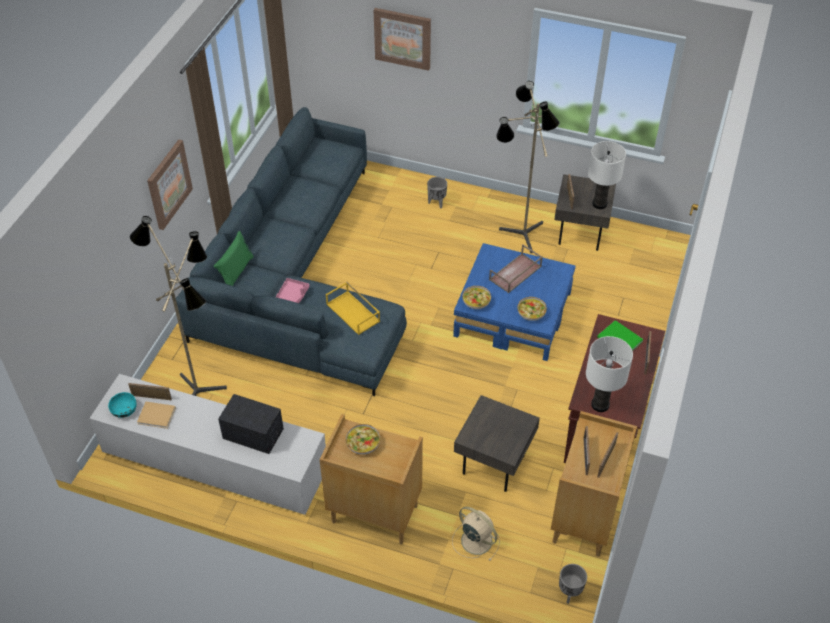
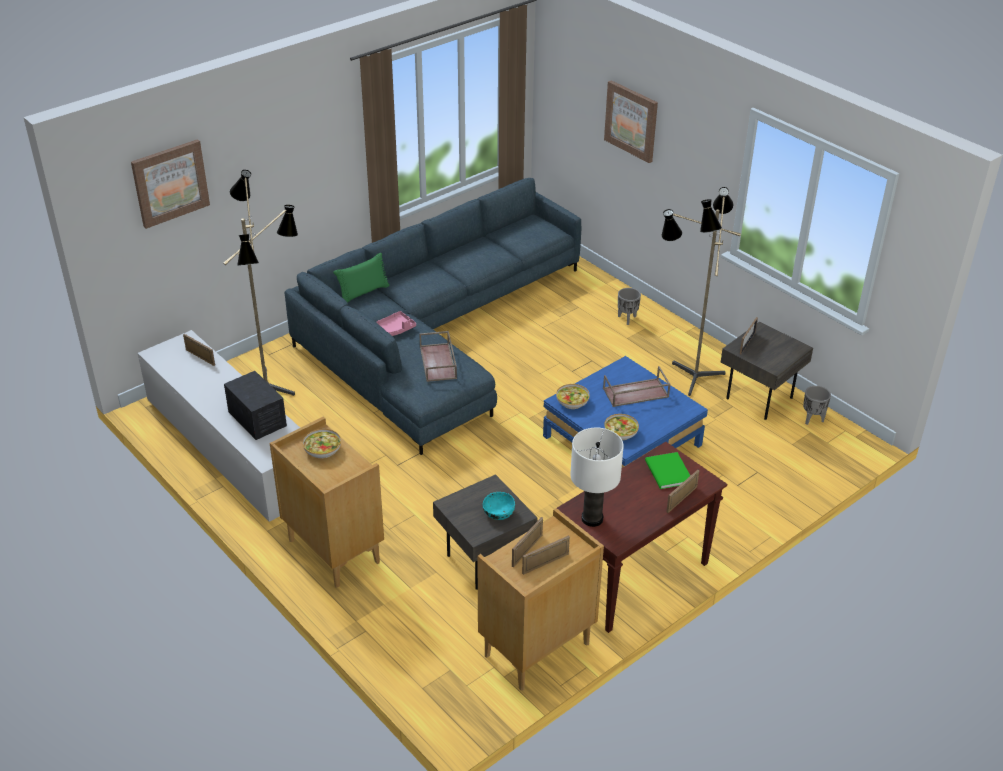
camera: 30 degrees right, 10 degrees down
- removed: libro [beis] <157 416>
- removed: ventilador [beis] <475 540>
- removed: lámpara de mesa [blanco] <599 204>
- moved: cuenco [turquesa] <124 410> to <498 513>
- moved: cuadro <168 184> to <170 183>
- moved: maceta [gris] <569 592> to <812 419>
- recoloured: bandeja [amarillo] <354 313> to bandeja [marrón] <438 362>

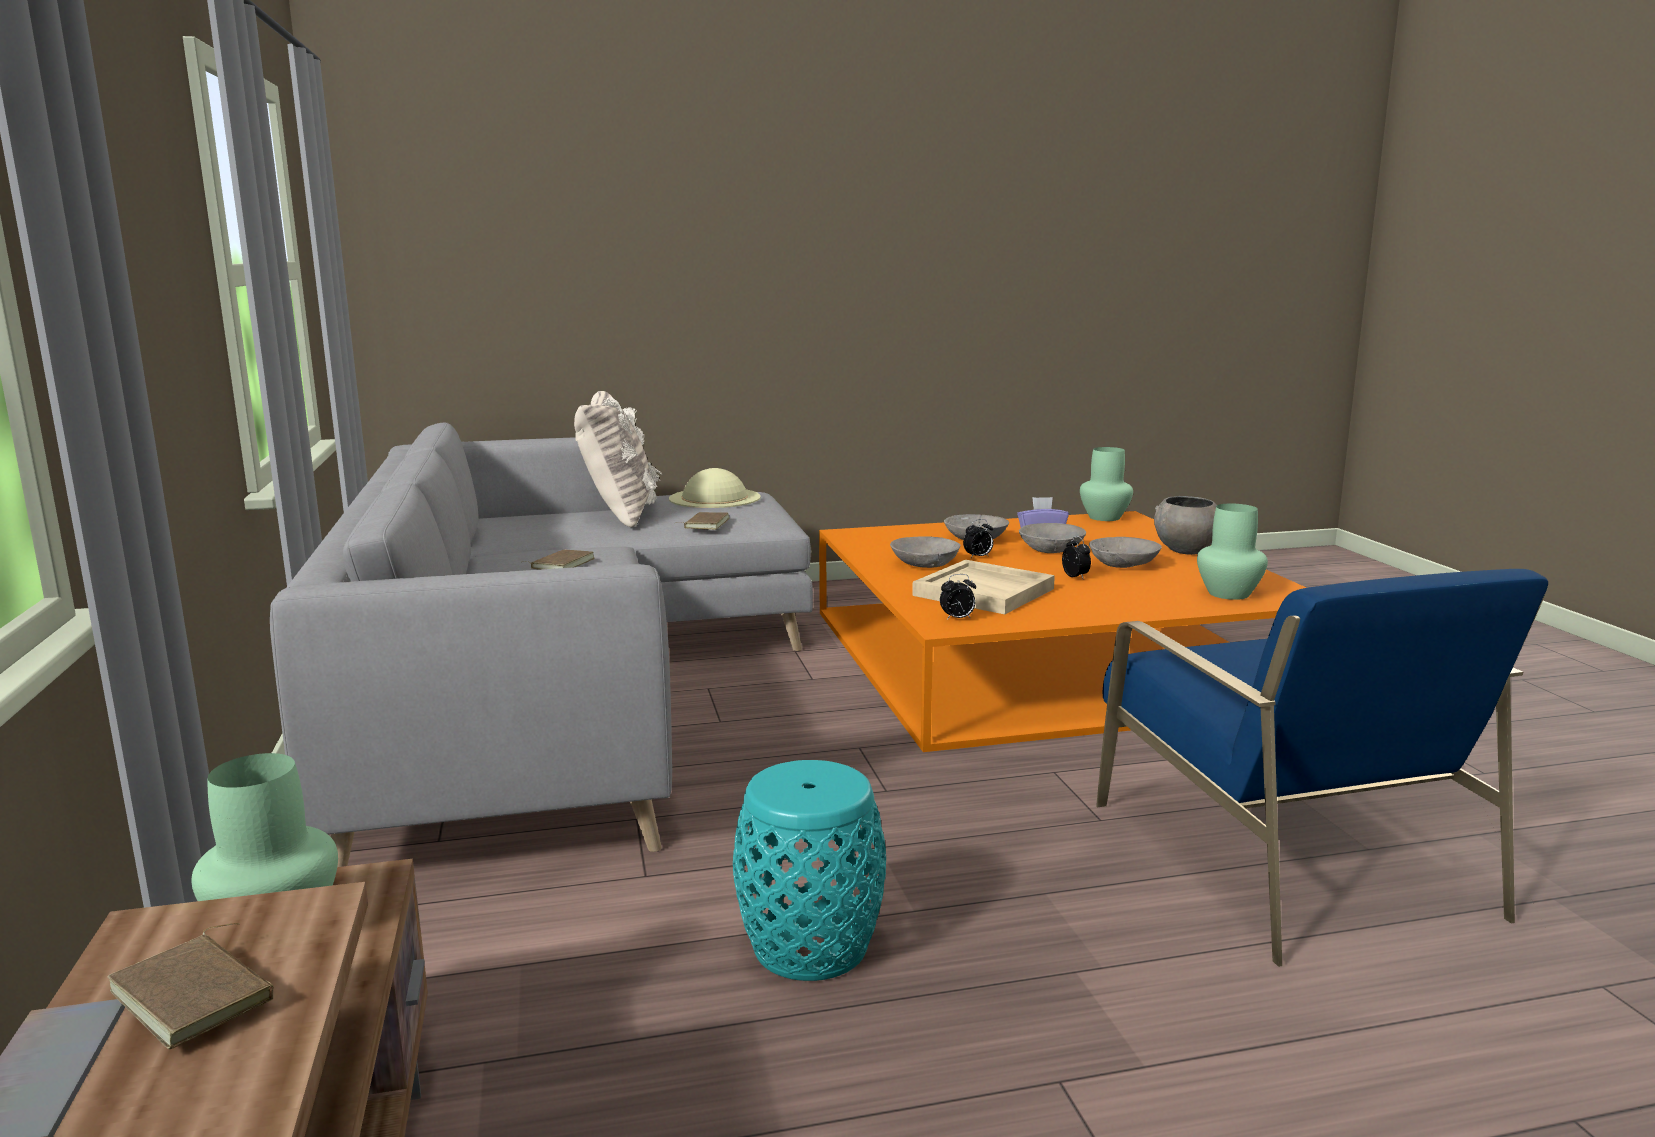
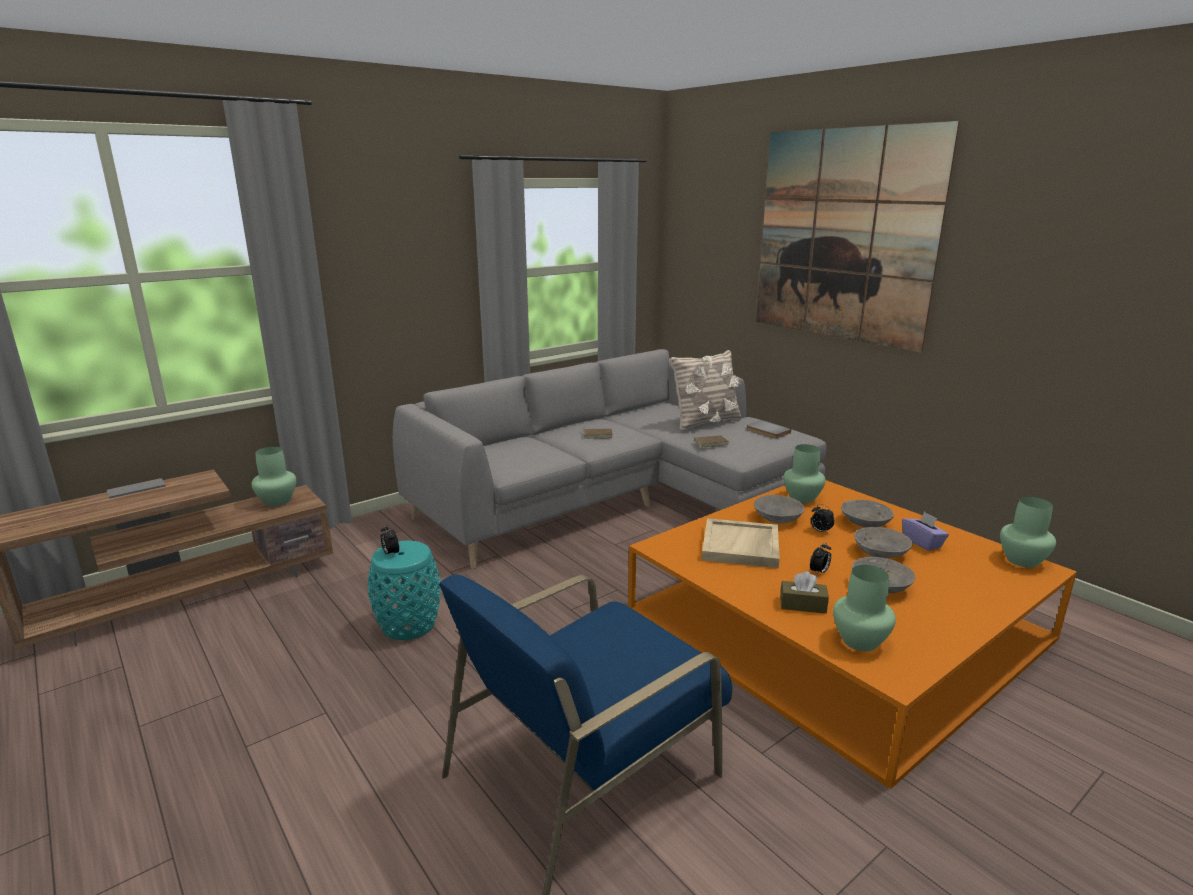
camera: 65 degrees right, 5 degrees up
- removed: libro [marrón] <198 994>
- removed: cuenco [gris] <1185 550>
- added: cuadro <843 236>
- added: caja de pañuelos [marrón] <802 605>
- added: florero [verde] <801 498>
- moved: despertador <957 619> to <390 553>
- replaced: sombrero [beis] <715 498> to libro [gris] <767 431>

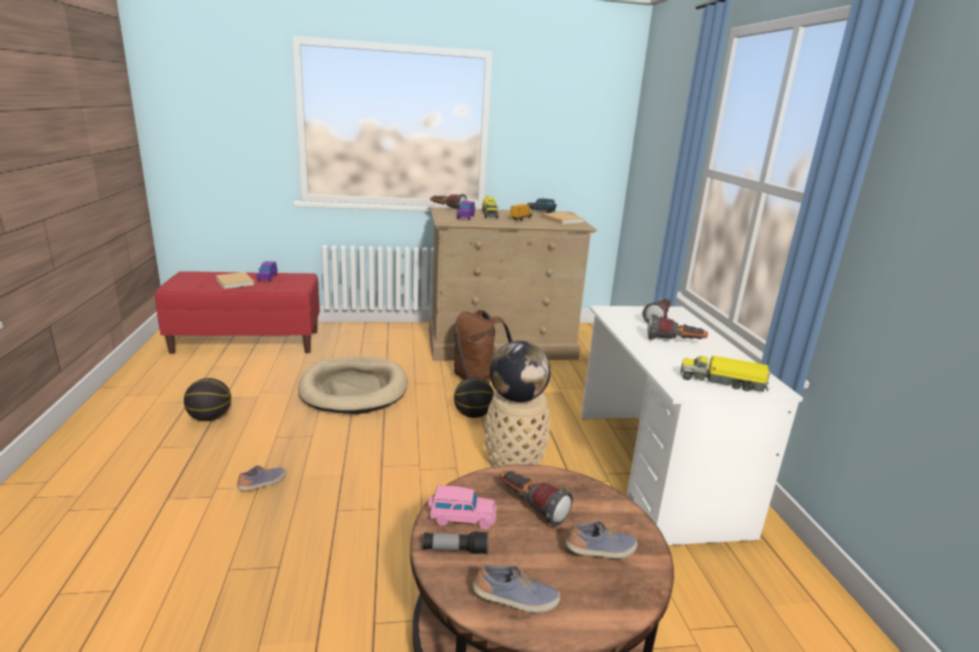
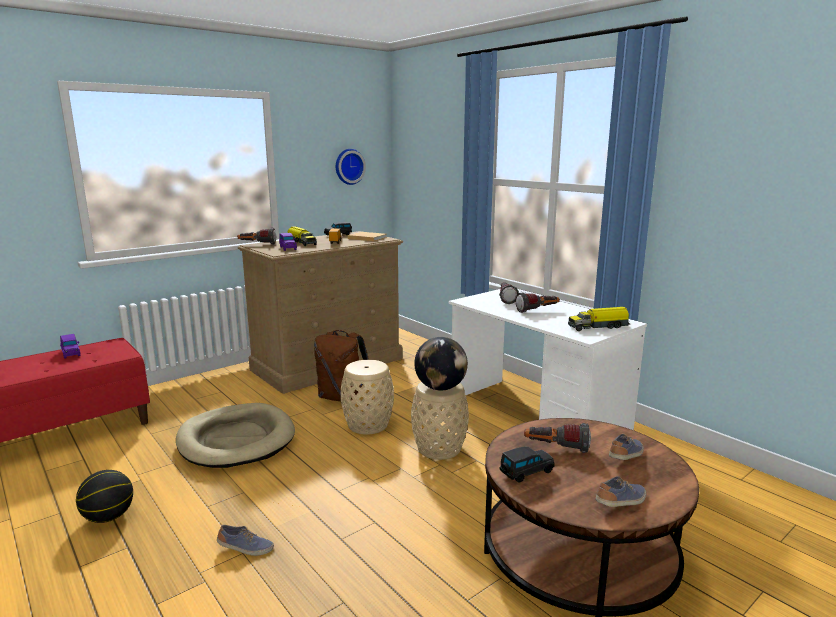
camera: 30 degrees left, 5 degrees down
- removed: libro [beis] <235 282>
- removed: linterna <455 550>
- added: reloj de pared <348 166>
- replaced: balón de baloncesto <473 415> to taburete [beis] <367 425>
- recoloured: coche de juguete [rosa] <461 518> to coche de juguete [negro] <526 472>
- turned: zapato <263 484> = <245 549> 90 degrees clockwise

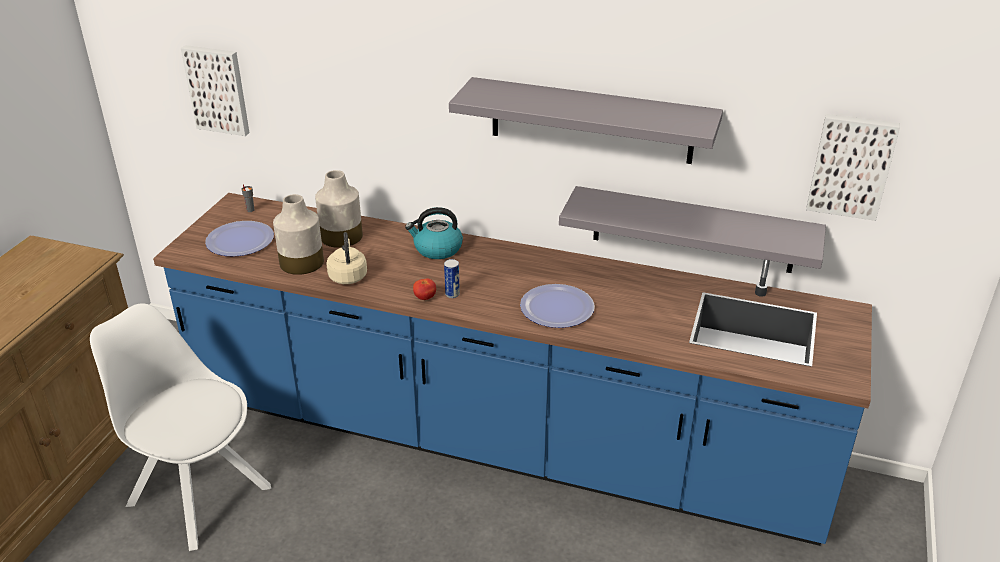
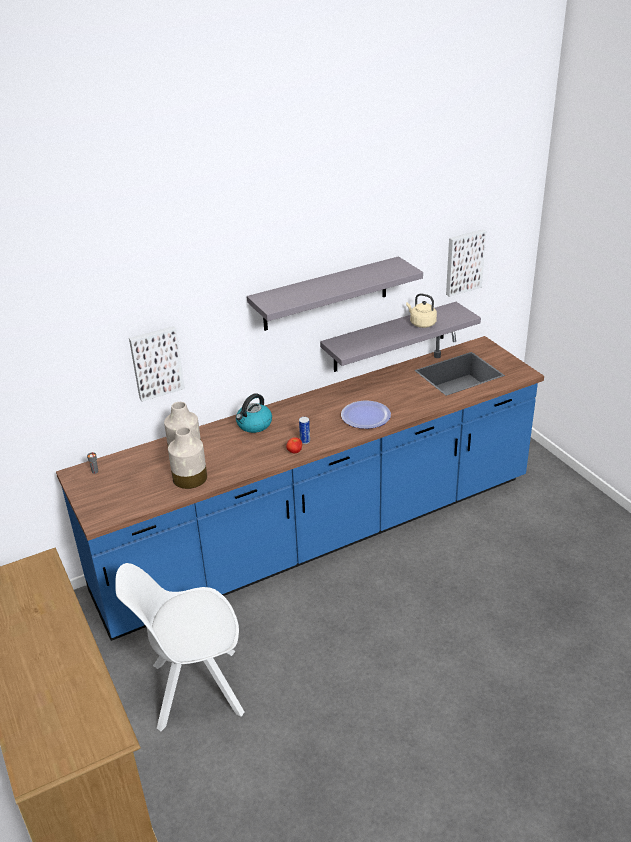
camera: 45 degrees left, 0 degrees up
- removed: plato <240 240>
- moved: cuadro <218 89> to <156 362>
- moved: hervidor [beis] <348 276> to <421 323>

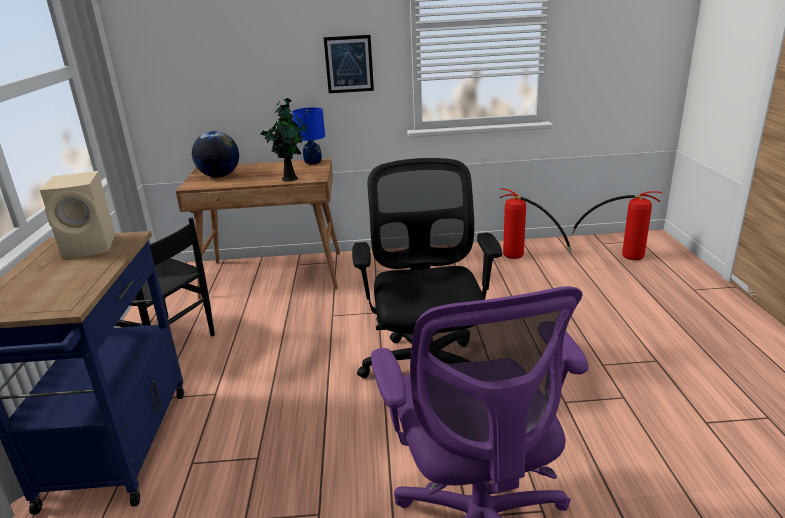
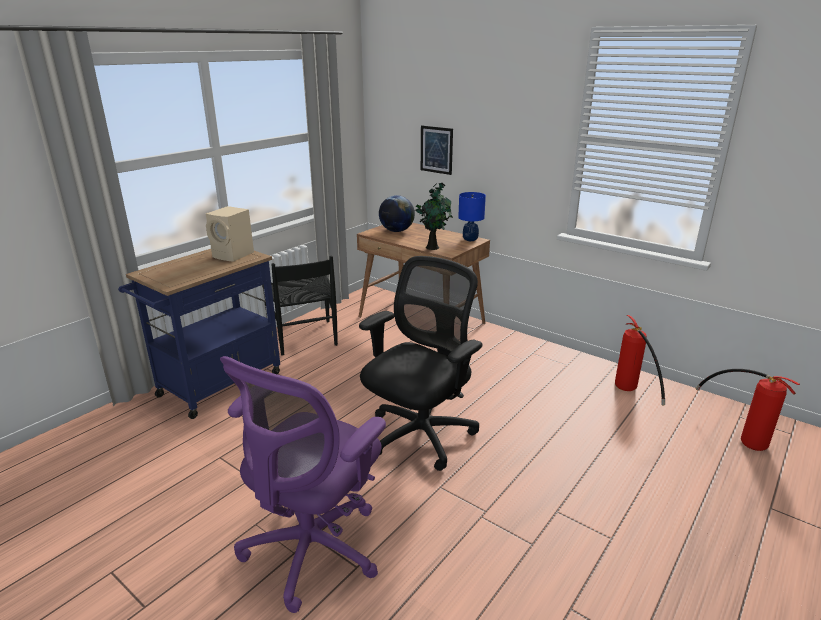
camera: 40 degrees right, 0 degrees up
- moved: cuadro <349 64> to <436 150>

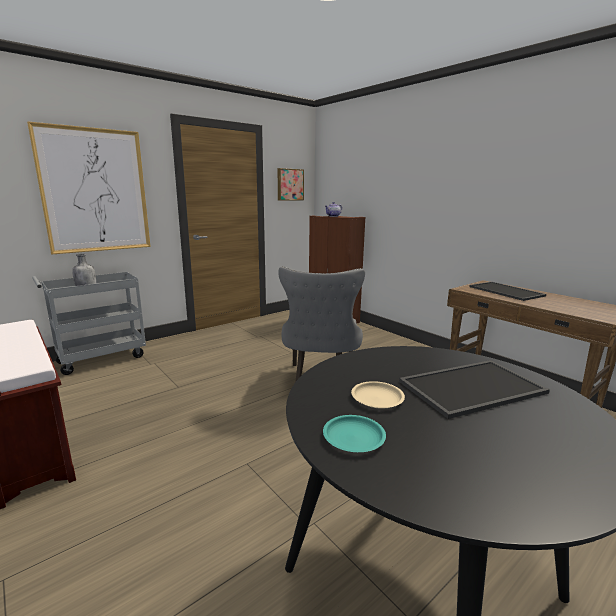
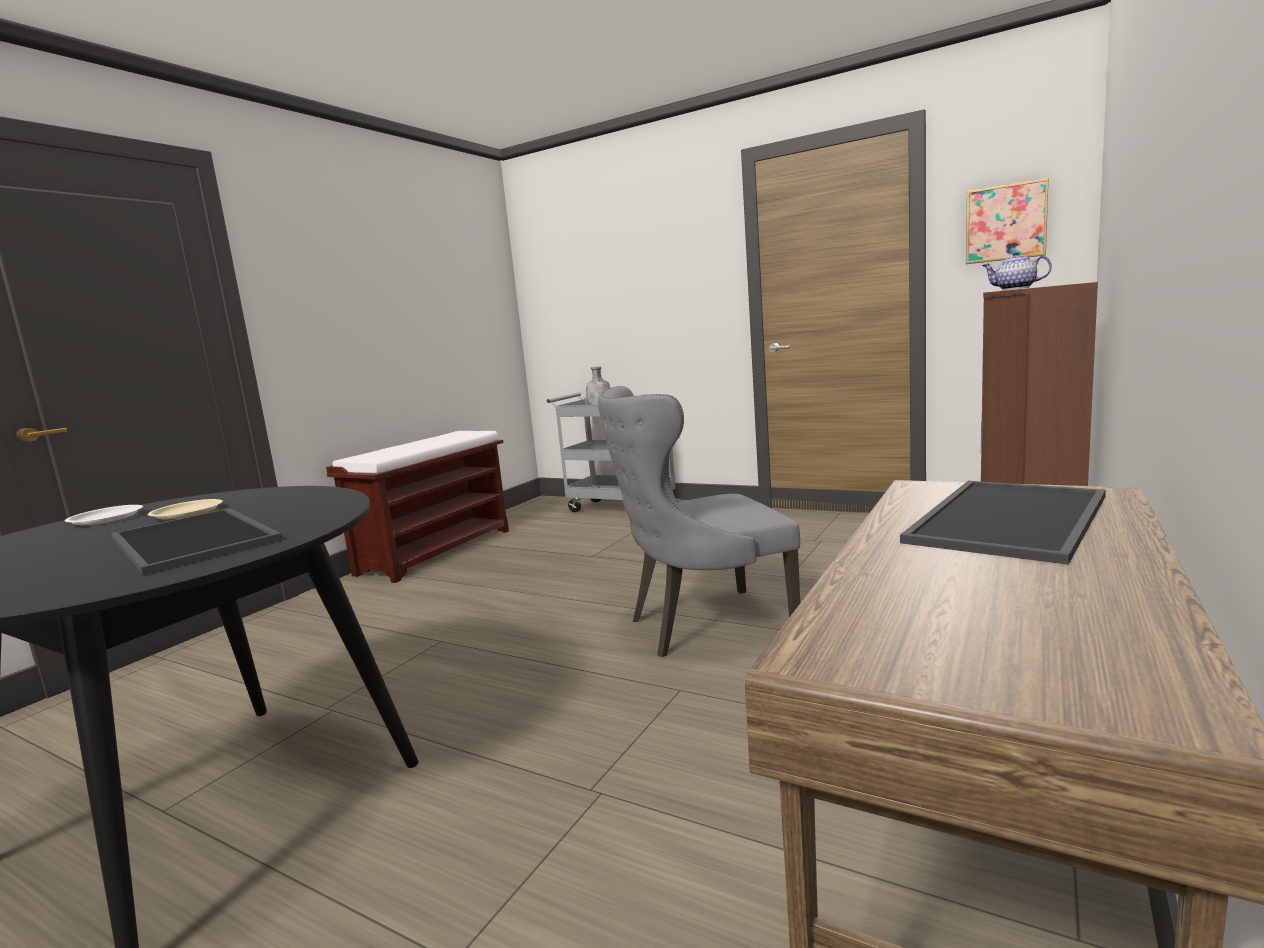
camera: 70 degrees right, 5 degrees down
- removed: cuadro <95 191>
- recoloured: plato [turquesa] <354 437> to plato [blanco] <106 519>

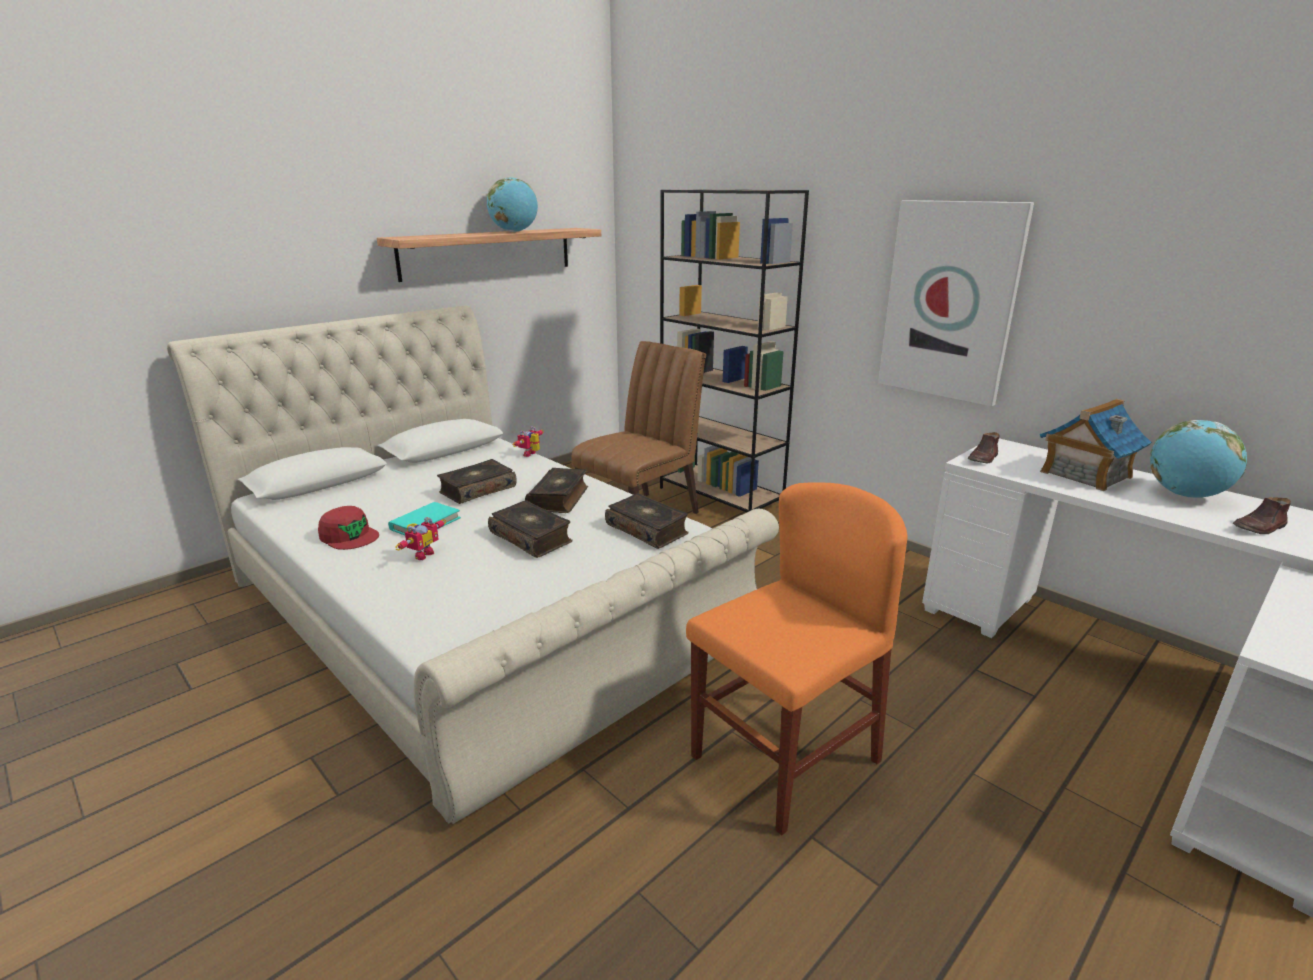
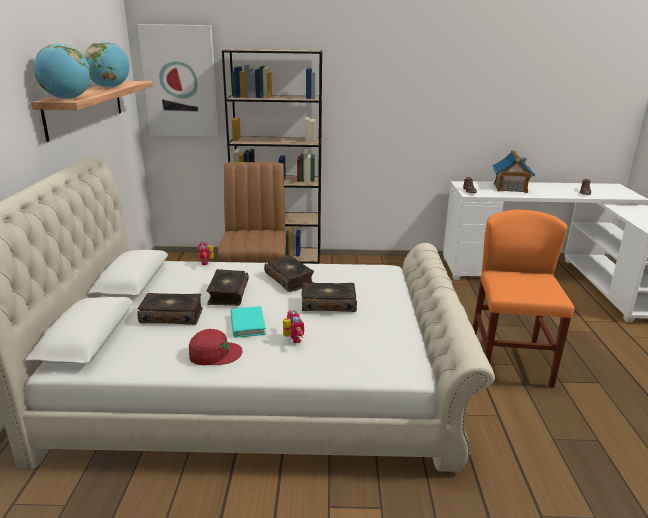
camera: 45 degrees left, 0 degrees up
- moved: libro <647 529> to <172 315>
- moved: cuadro <950 301> to <180 82>
- moved: globo terráqueo <1185 495> to <67 99>

